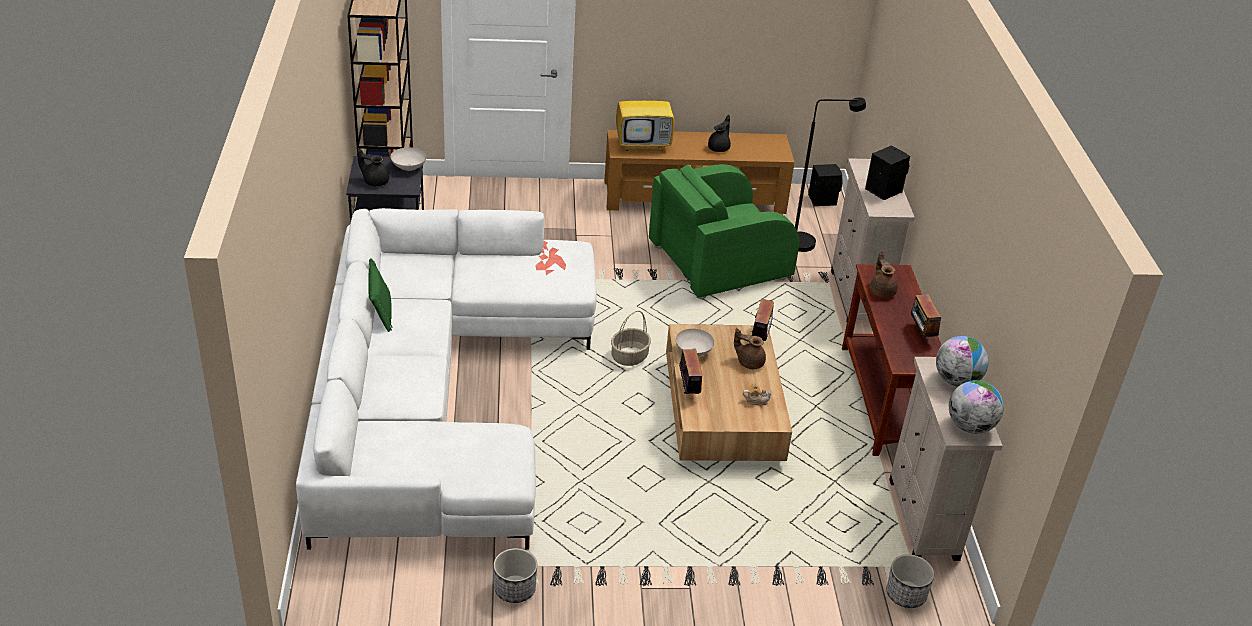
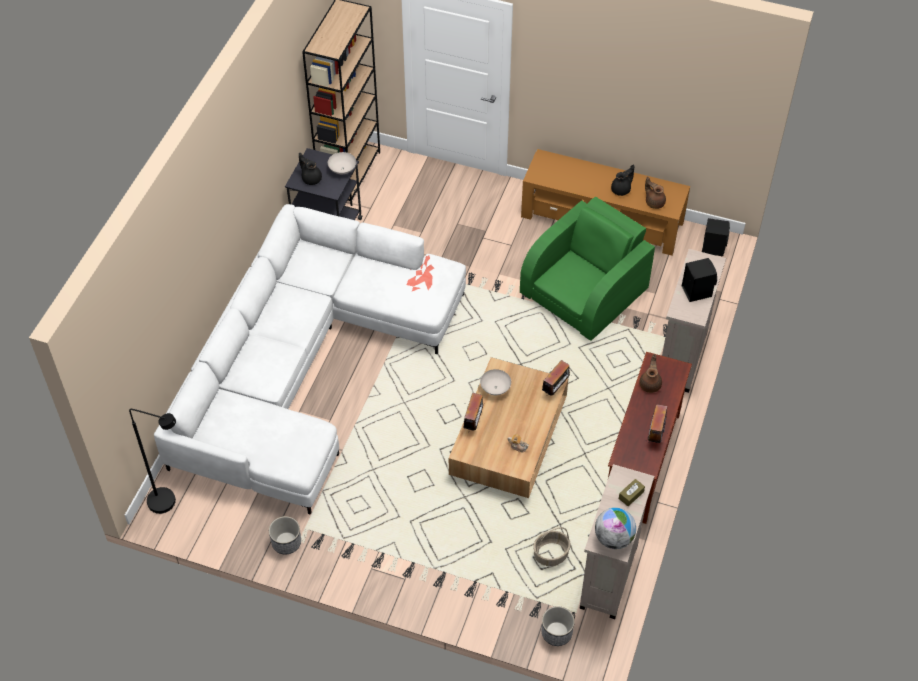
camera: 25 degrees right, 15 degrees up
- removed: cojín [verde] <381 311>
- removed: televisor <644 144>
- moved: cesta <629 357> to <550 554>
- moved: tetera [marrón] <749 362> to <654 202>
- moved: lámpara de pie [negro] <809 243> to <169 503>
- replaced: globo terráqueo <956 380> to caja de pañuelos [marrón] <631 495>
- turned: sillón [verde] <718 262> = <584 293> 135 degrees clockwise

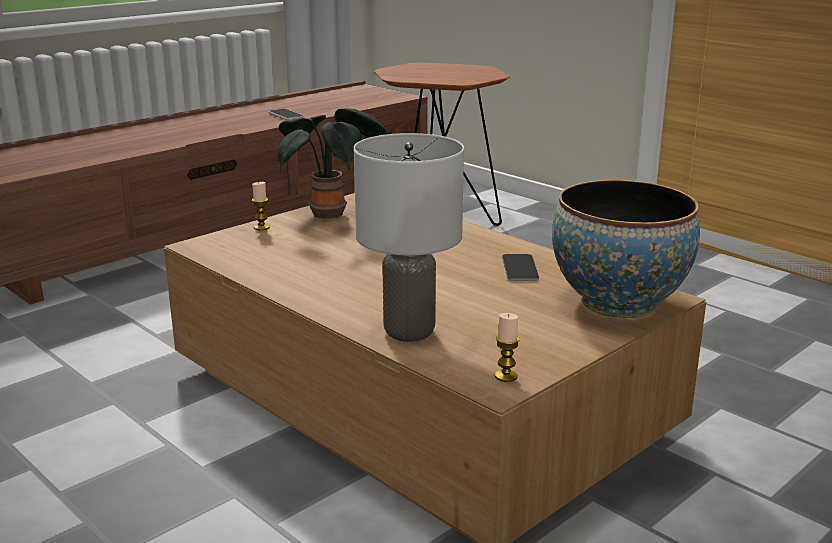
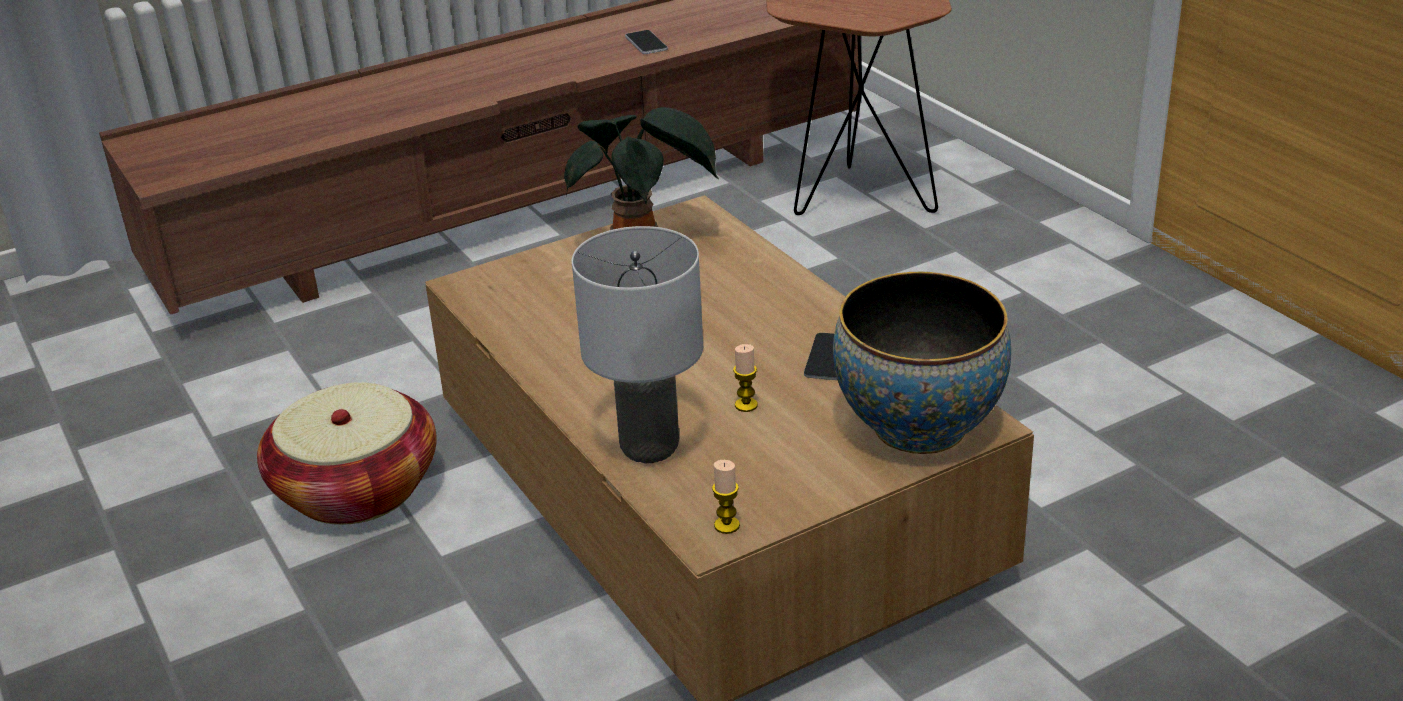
camera: 15 degrees right, 10 degrees up
- added: cesta <357 489>
- moved: vela <261 227> to <746 405>

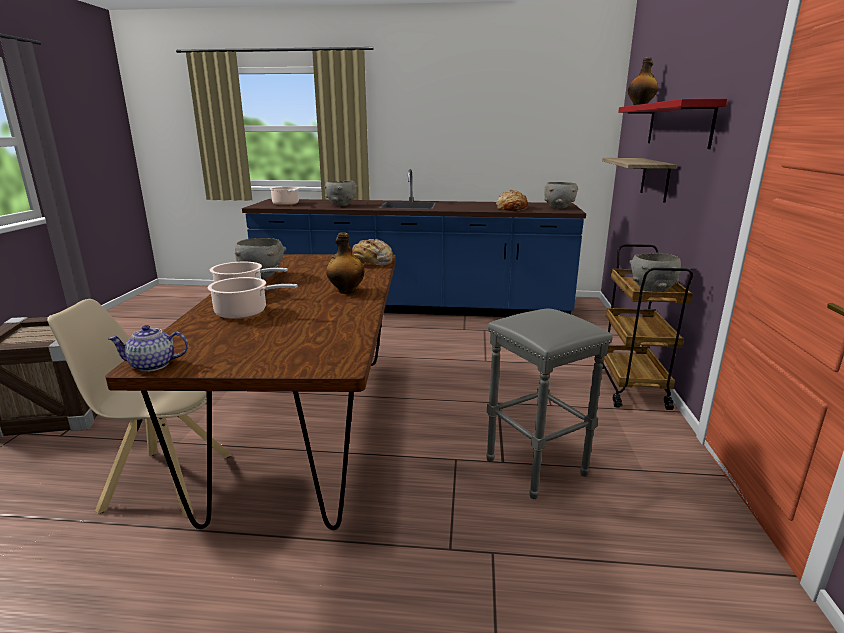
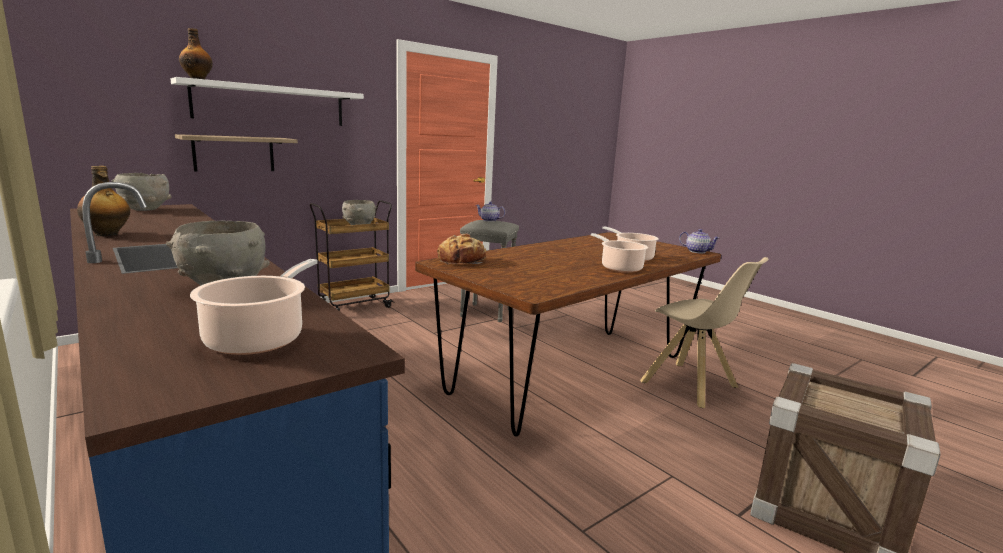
camera: 135 degrees left, 5 degrees down
- removed: cuenco [gris] <262 277>
- removed: pan <511 208>
- added: tetera <489 220>
- moved: botella <346 291> to <107 234>
- recoloured: estante [rojo] <678 125> to estante [blanco] <271 104>

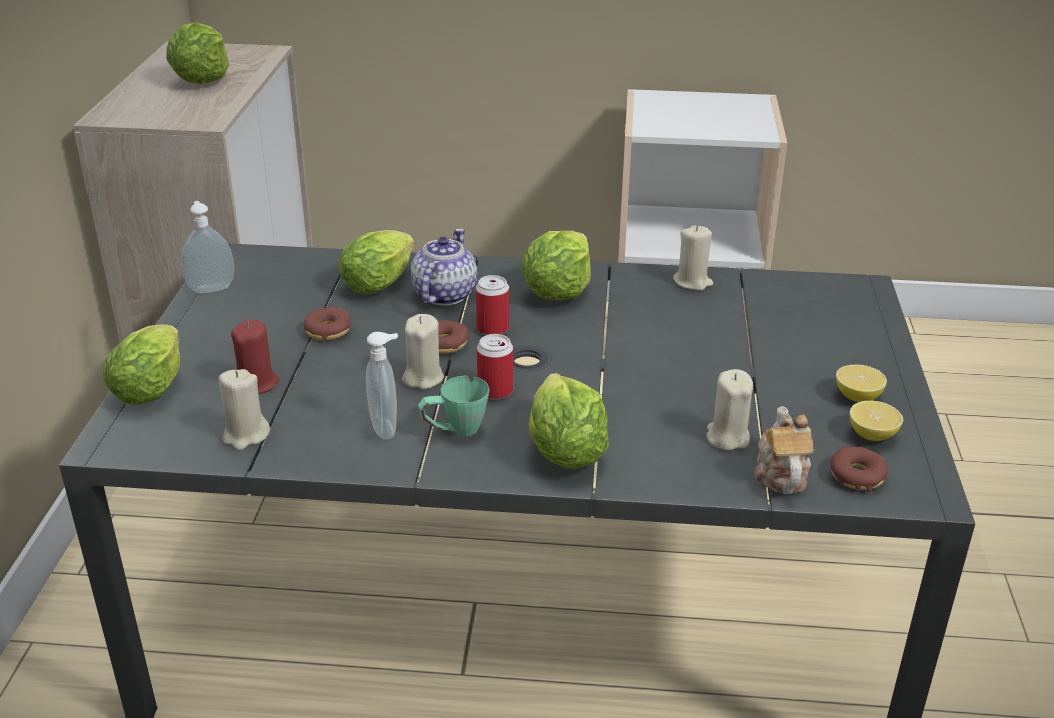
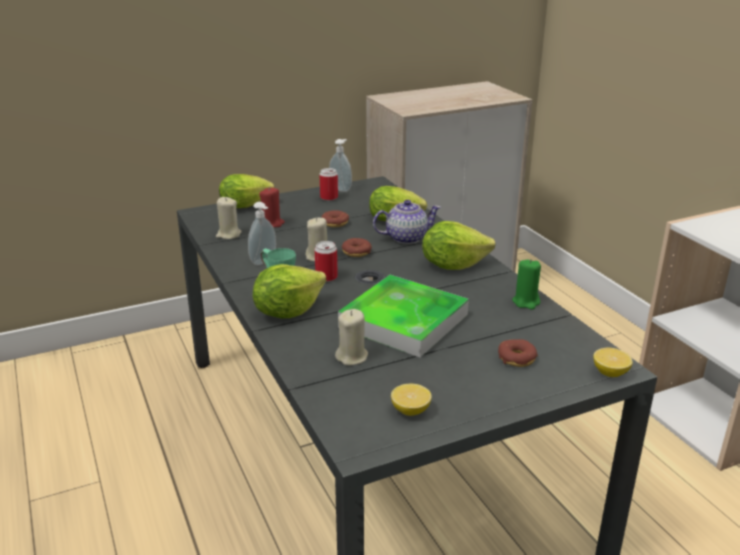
camera: 60 degrees right, 5 degrees down
- removed: lechuga <202 80>
- removed: tetera <780 473>
- added: bandeja <403 321>
- moved: lata <492 328> to <329 198>
- moved: rosquilla <856 476> to <516 358>
- moved: limón <857 397> to <610 372>
- recoloured: vela [beis] <692 282> to vela [verde] <526 302>

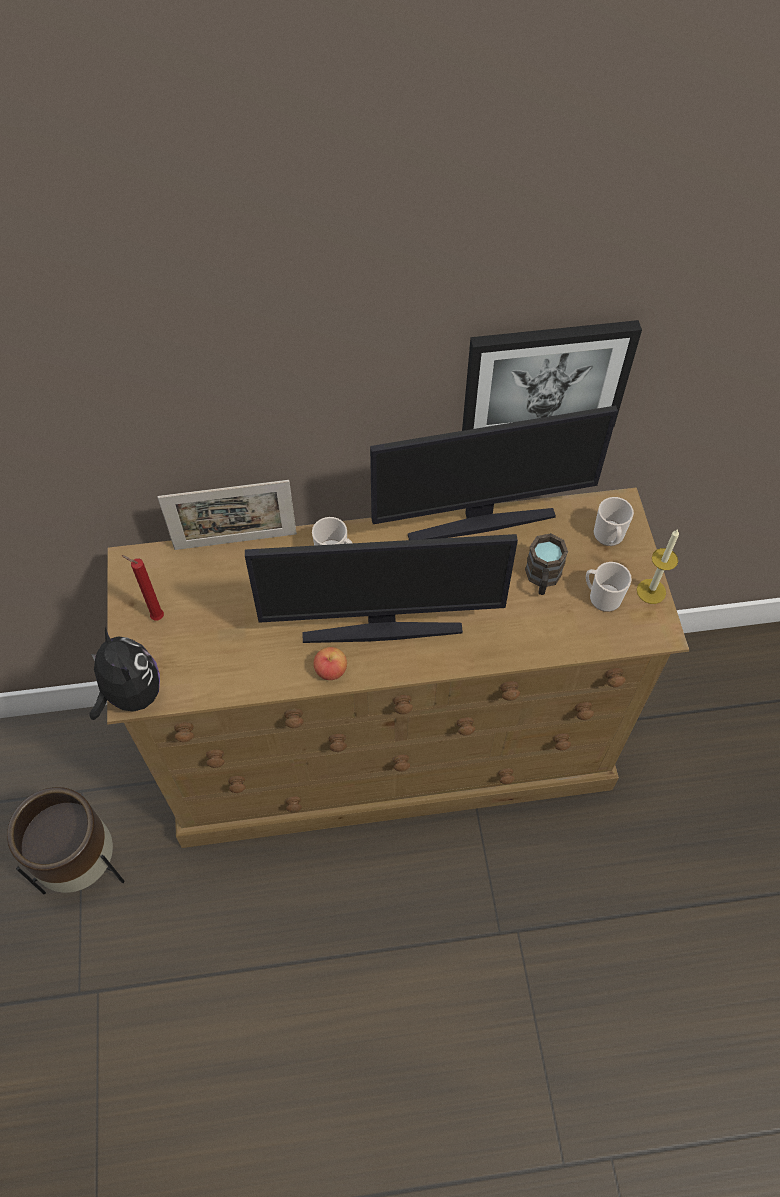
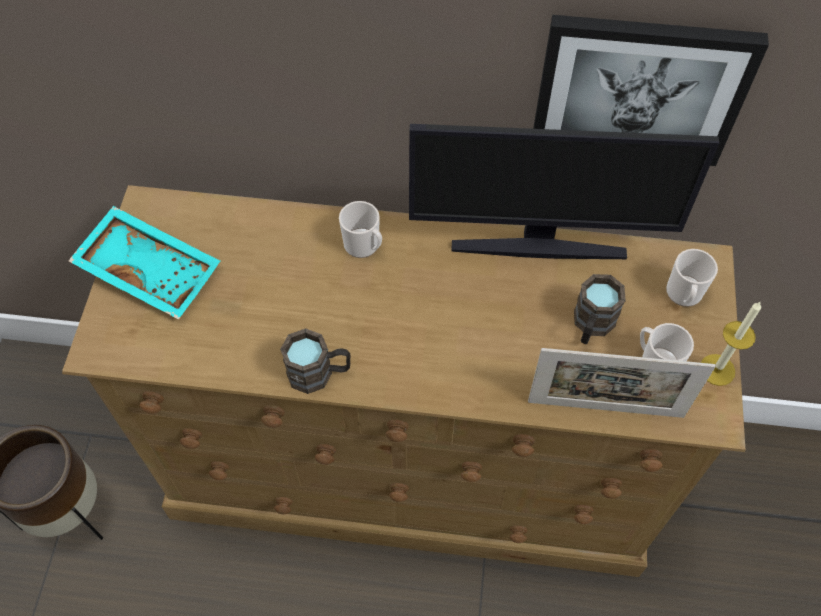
camera: 15 degrees right, 0 degrees up
- removed: peluche <130 693>
- removed: monitor <382 628>
- moved: portarretratos <235 541> to <605 409>
- replaced: vela [rojo] <155 617> to bandeja [turquesa] <151 269>
- replaced: manzana <331 670> to taza grande [marrón] <319 373>

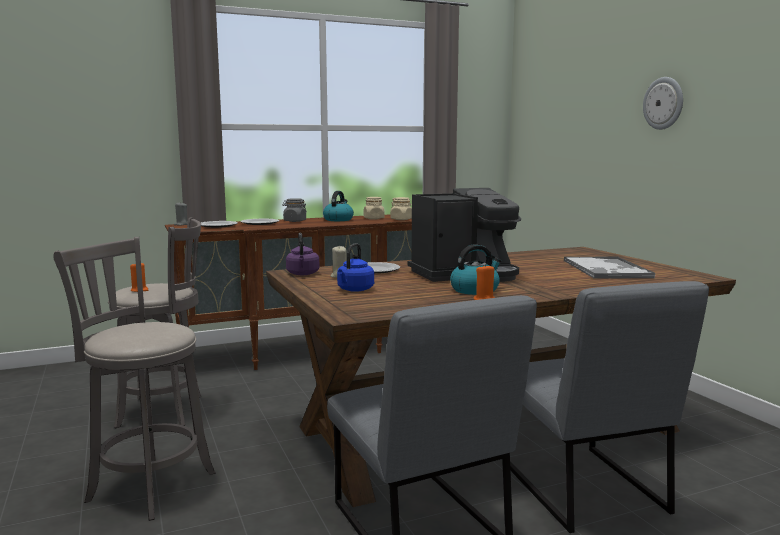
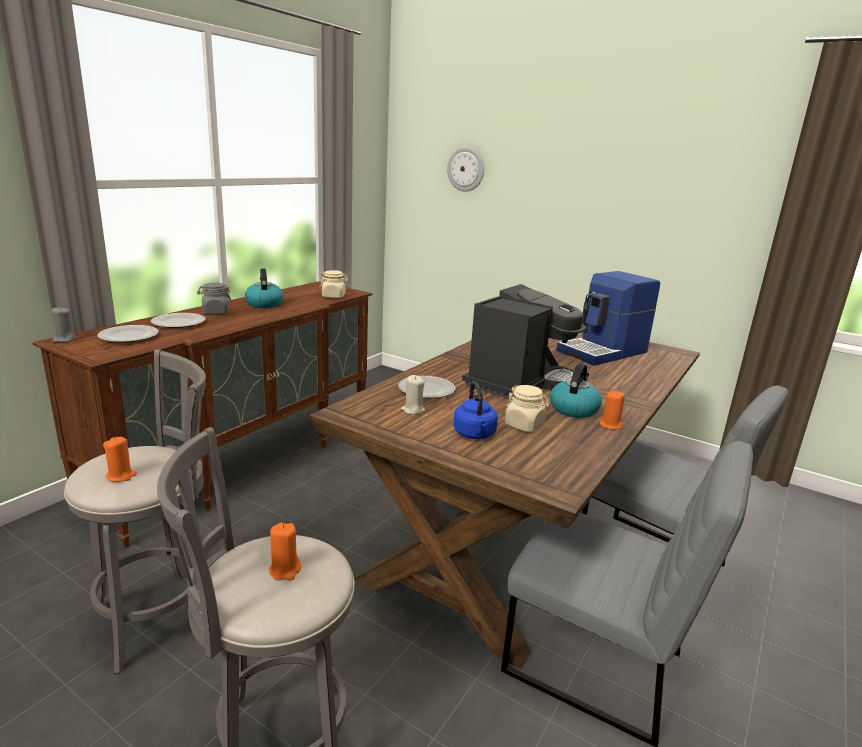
camera: 35 degrees left, 10 degrees up
- removed: hervidor [morado] <303 274>
- added: vela [naranja] <285 570>
- moved: tarro [beis] <374 218> to <524 425>
- moved: reloj de pared <663 103> to <466 169>
- replaced: bandeja <606 269> to cafetera <603 352>

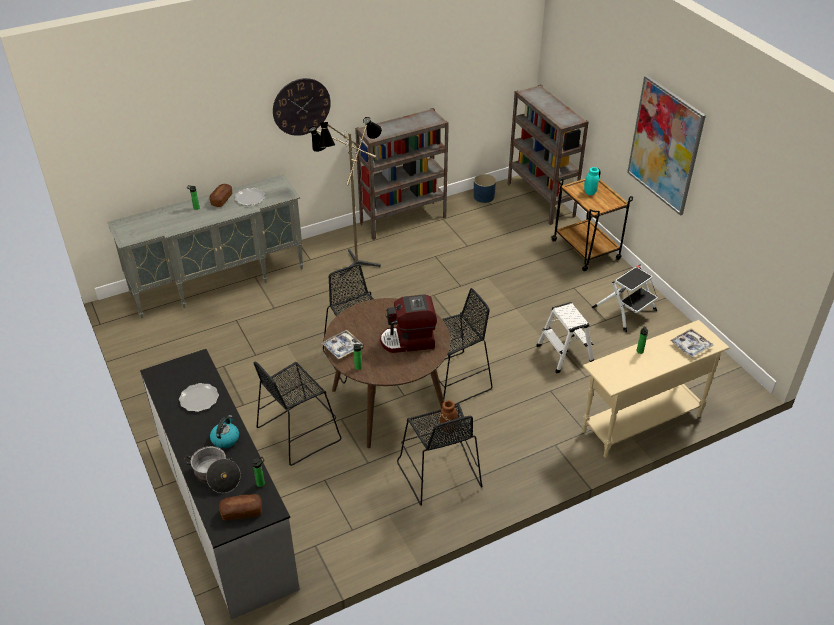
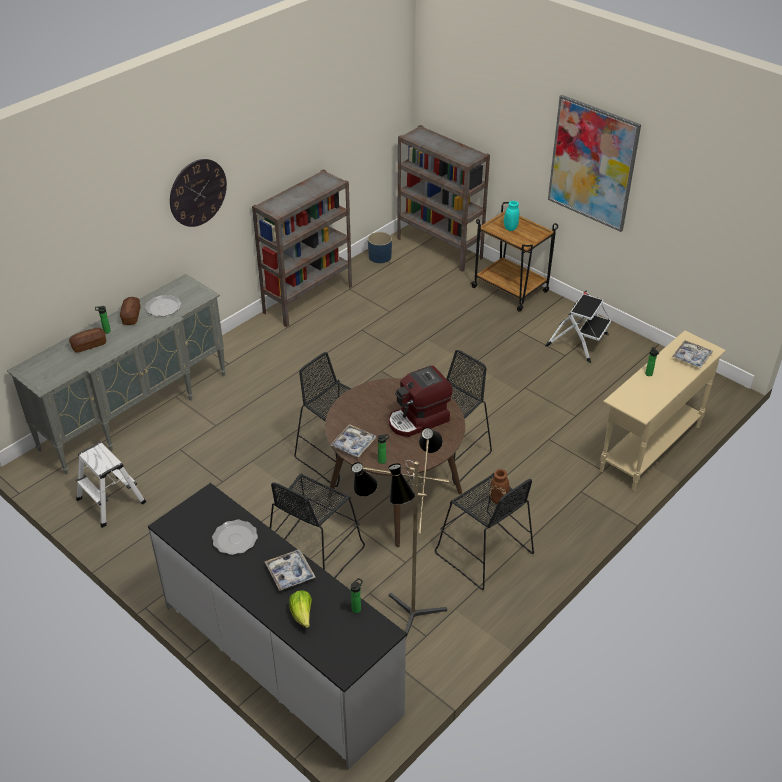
camera: 20 degrees left, 0 degrees up
- moved: pan <242 512> to <89 345>
- moved: lámpara de pie <352 263> to <405 615>
- moved: escalera de tijera [blanco] <564 353> to <111 500>
- replaced: olla <215 475> to lechuga <302 615>
- replaced: hervidor <225 439> to bandeja <290 573>

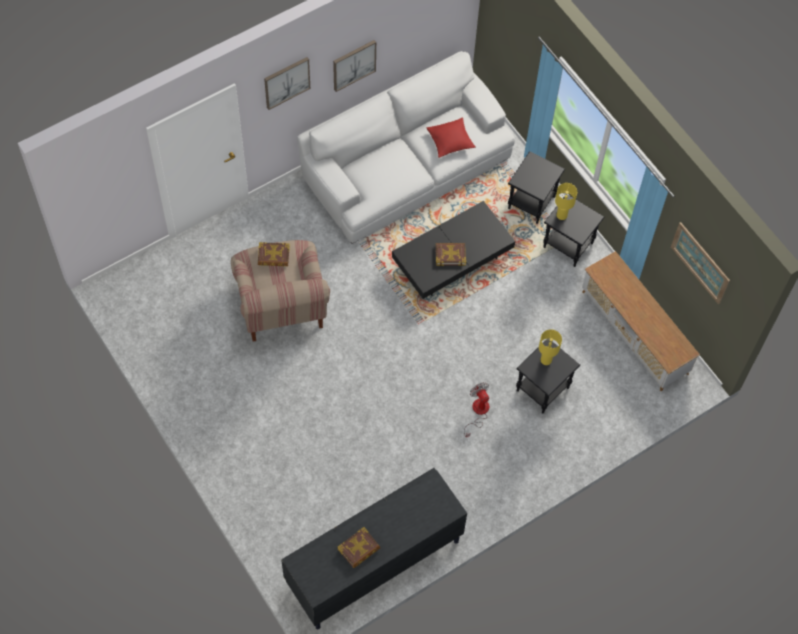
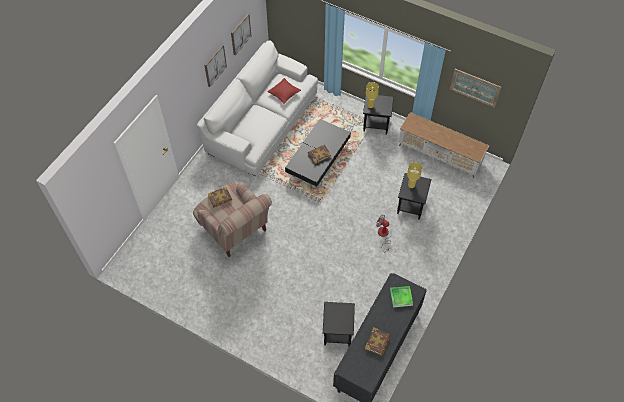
camera: 25 degrees left, 5 degrees down
- added: bandeja <401 297>
- moved: cuadro <286 82> to <240 34>
- moved: mesa auxiliar [negro] <532 203> to <338 333>

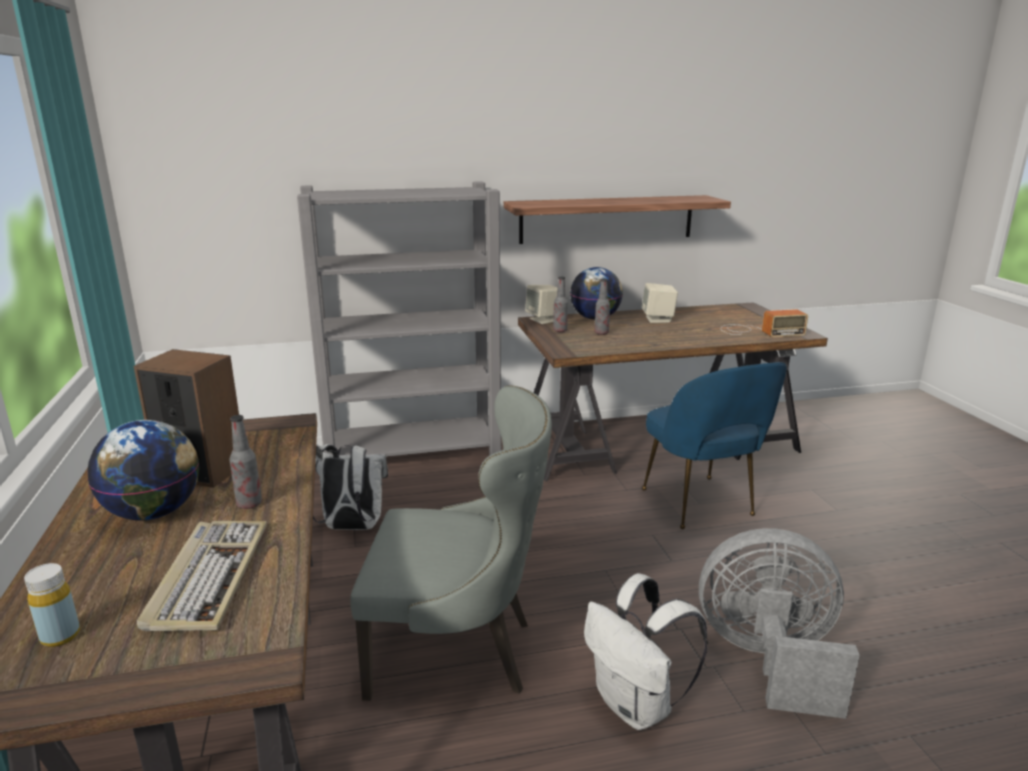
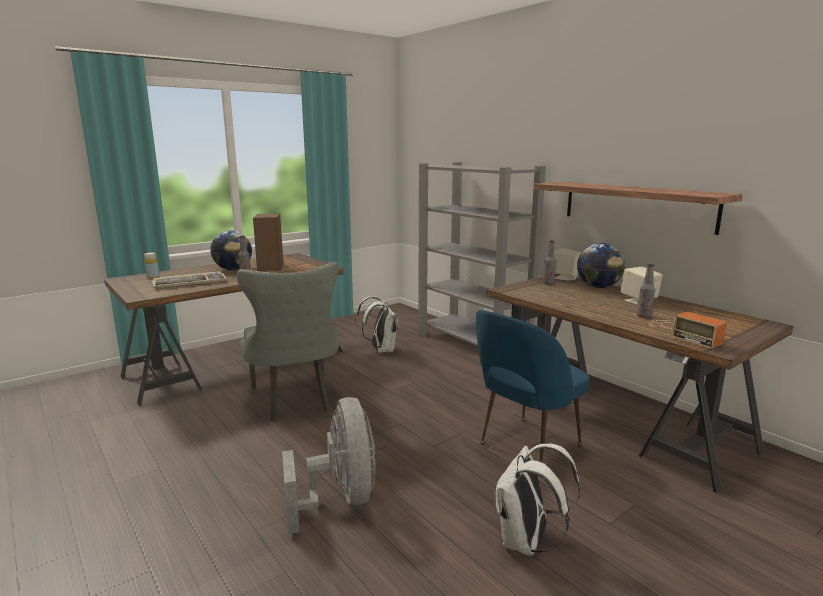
camera: 65 degrees right, 5 degrees down
- moved: mochila [blanco] <637 706> to <526 542>
- moved: botella <601 333> to <644 316>

